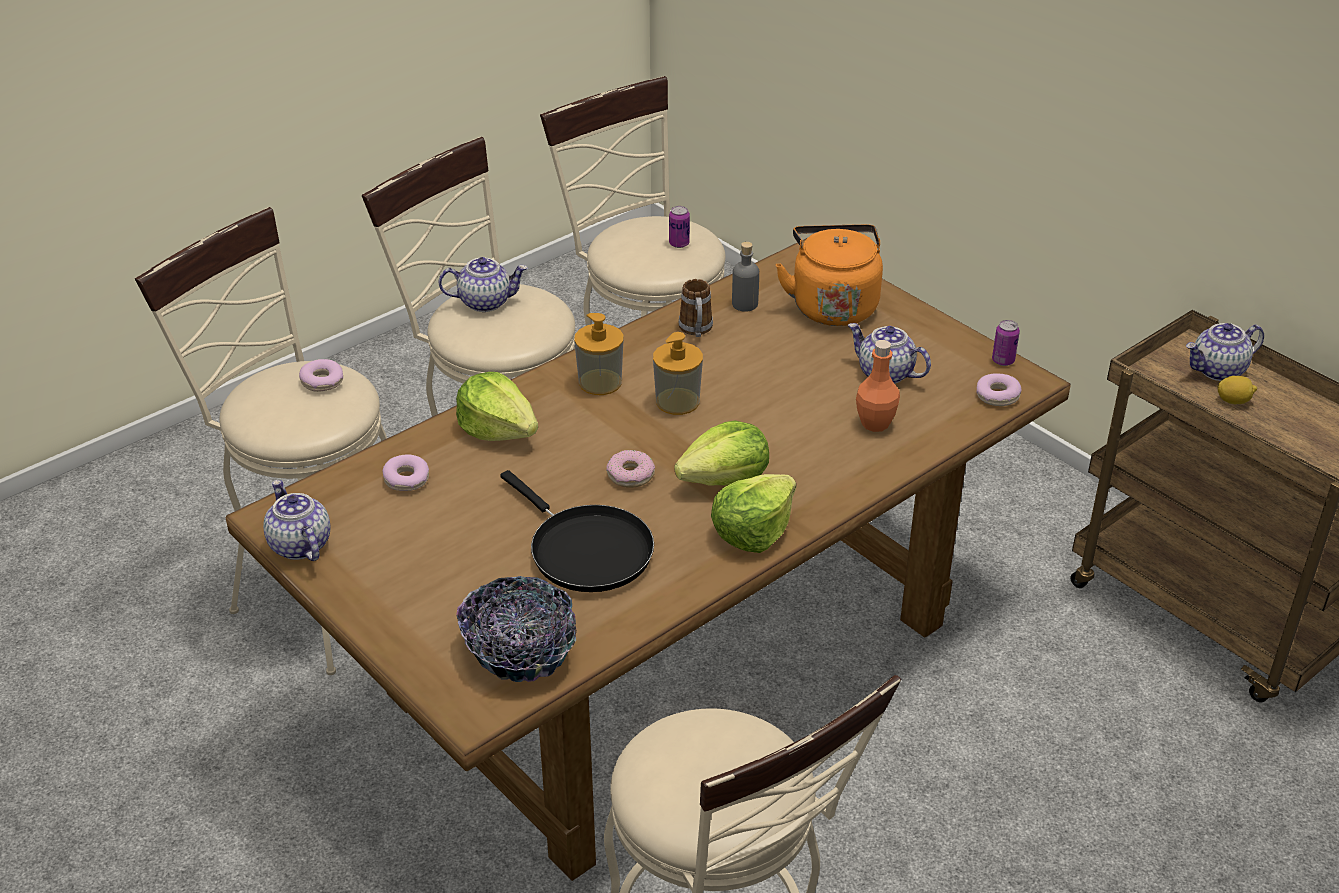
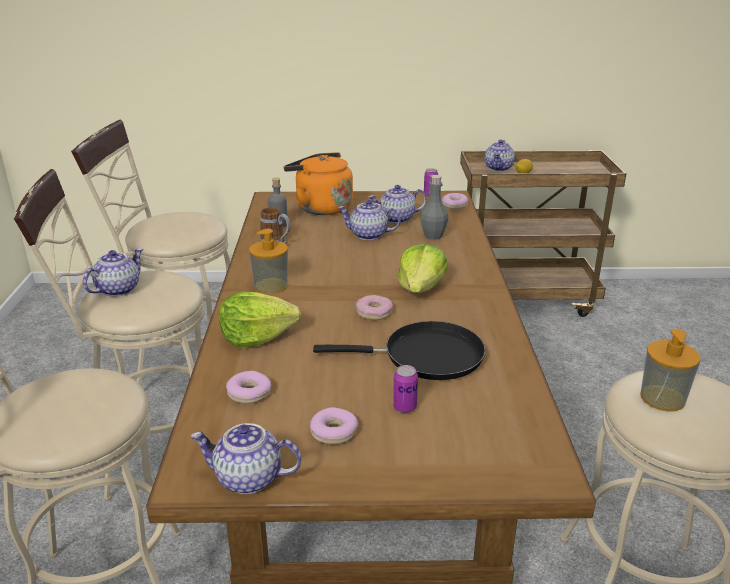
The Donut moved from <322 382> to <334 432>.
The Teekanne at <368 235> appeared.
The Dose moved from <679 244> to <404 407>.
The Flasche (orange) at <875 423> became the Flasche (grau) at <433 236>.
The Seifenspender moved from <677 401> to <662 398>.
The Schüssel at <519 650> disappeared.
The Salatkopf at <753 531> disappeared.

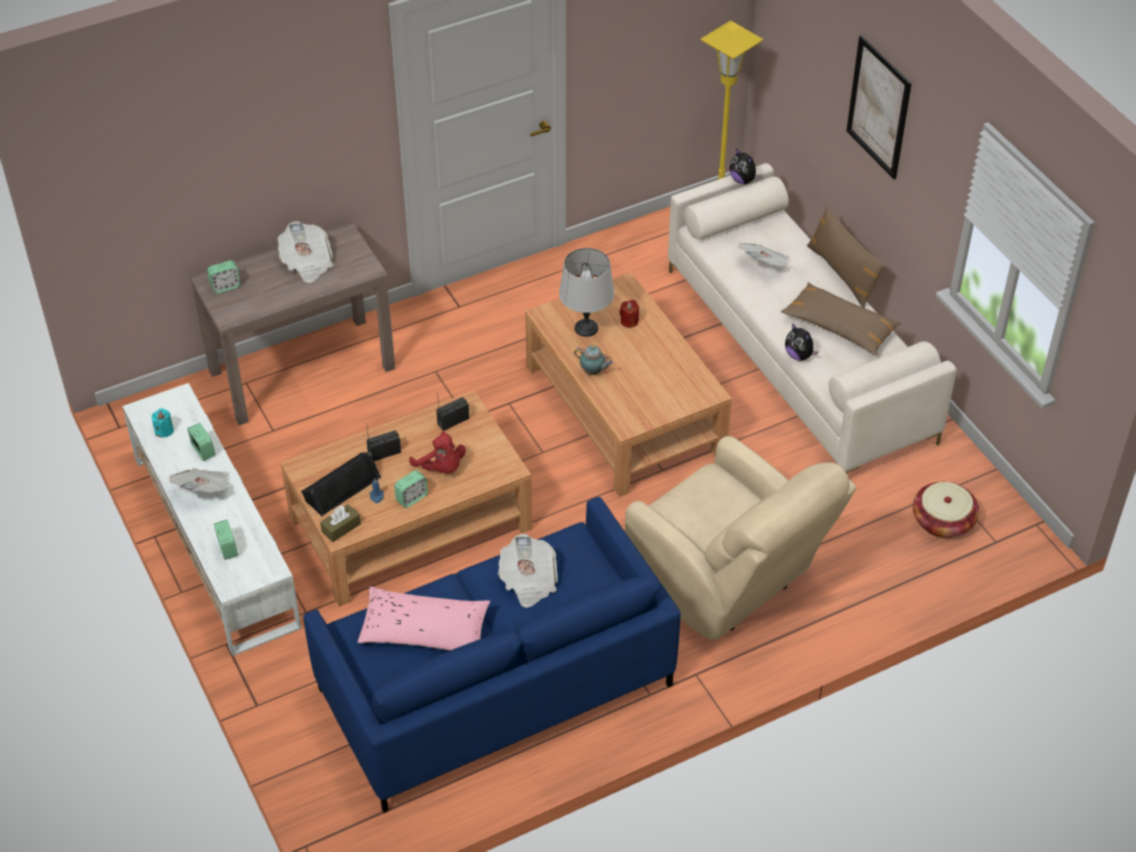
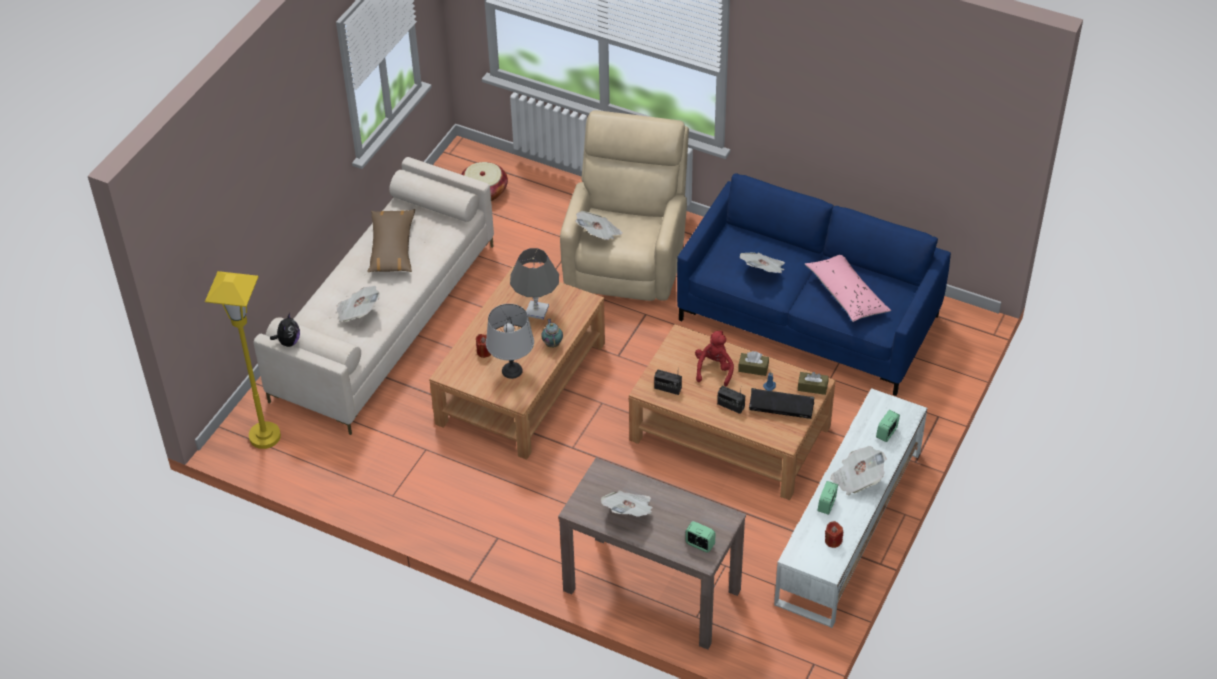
The Tischlampe (grau) at <536 311> appeared.
The Zeitung at <599 234> appeared.
The Wecker at <411 498> was replaced by the Taschentuchbox (braun) at <753 368>.
The Kerze (türkis) at <164 431> became the Kerze (rot) at <833 541>.
The Plüschtier at <799 355> disappeared.
The Kissen (braun) at <842 274> disappeared.
The Bild at <878 107> disappeared.

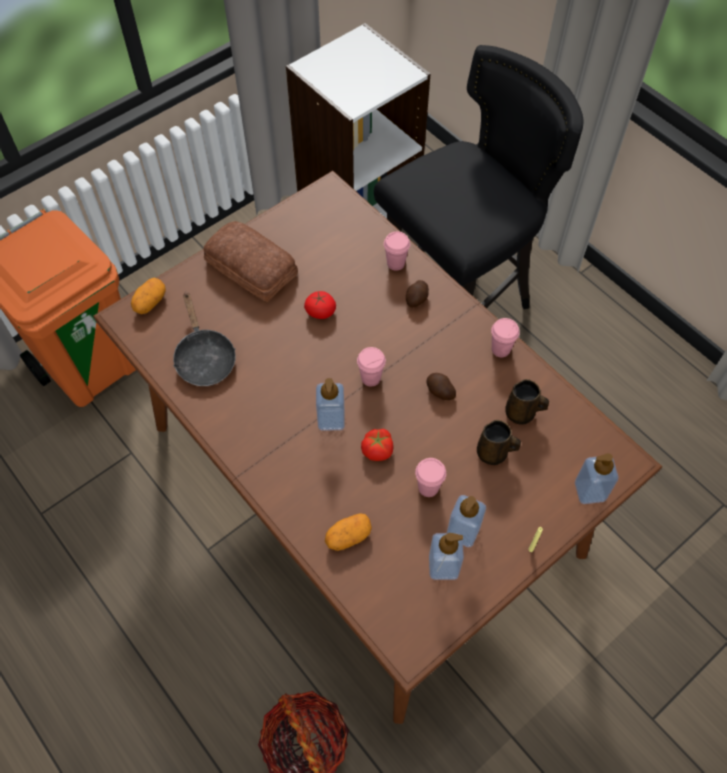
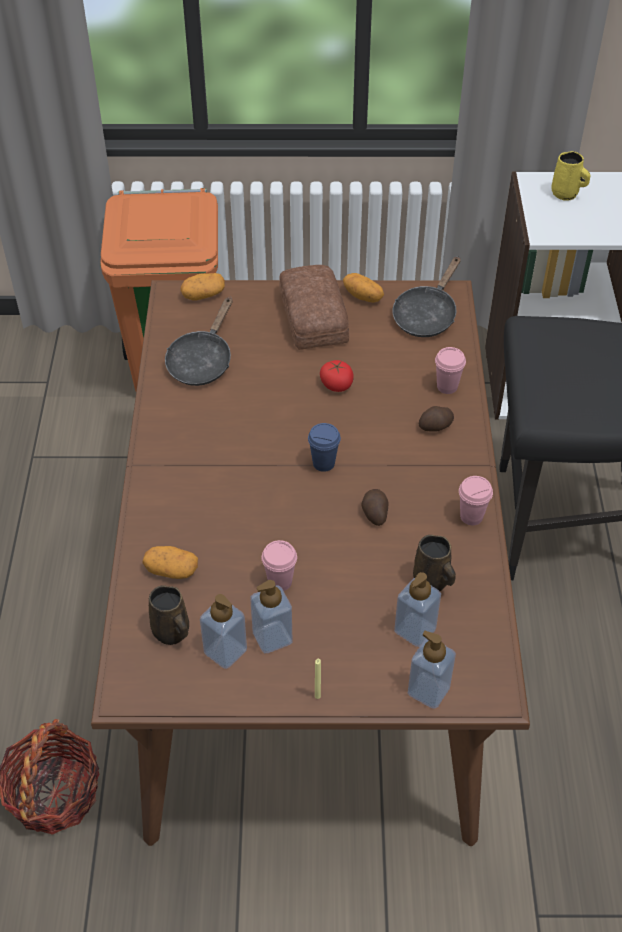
The Henkelbecher (braun) moved from <493 454> to <172 633>.
The Tasse (rosa) at <371 378> became the Tasse (blau) at <323 463>.
The Kartoffel at <363 296> appeared.
The Pfanne (schwarz) at <426 315> appeared.
The Seifenspender moved from <331 419> to <415 630>.
The Henkelbecher (gelb) at <566 194> appeared.
The Tomate at <378 450> disappeared.

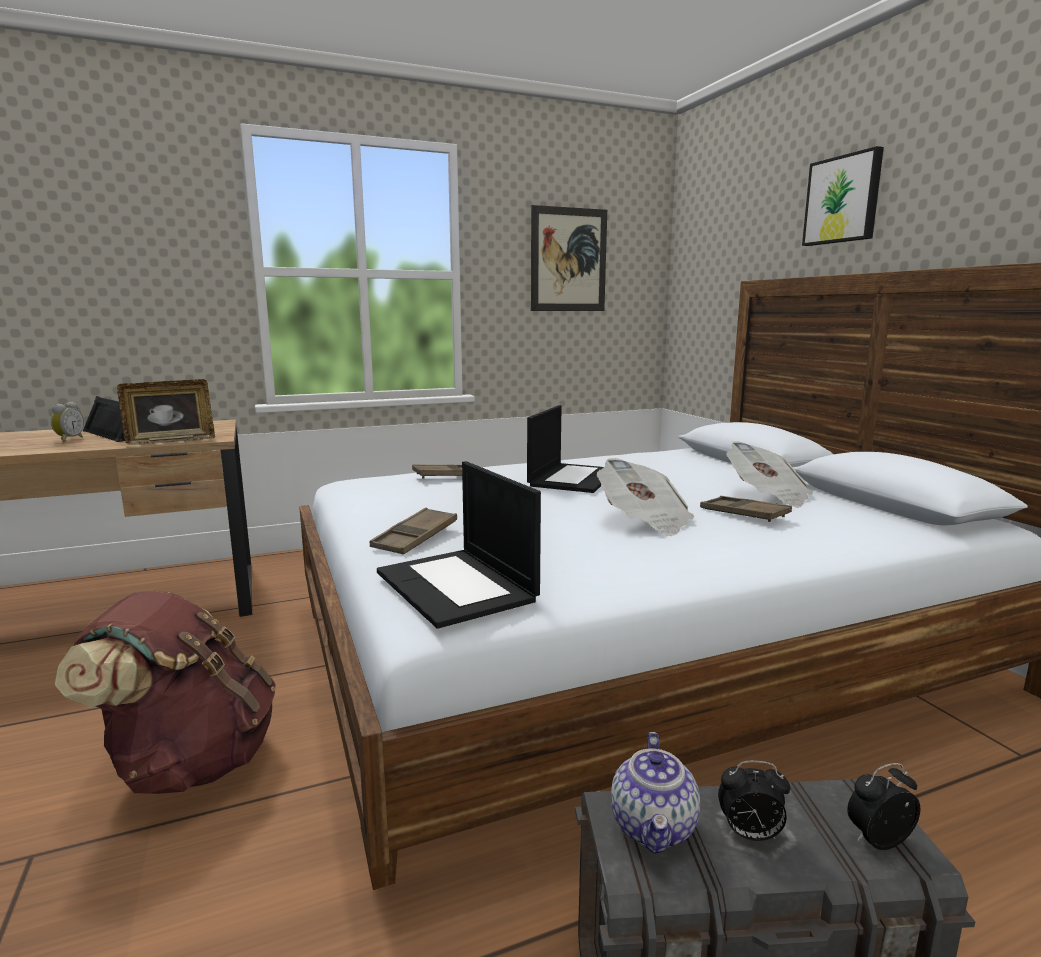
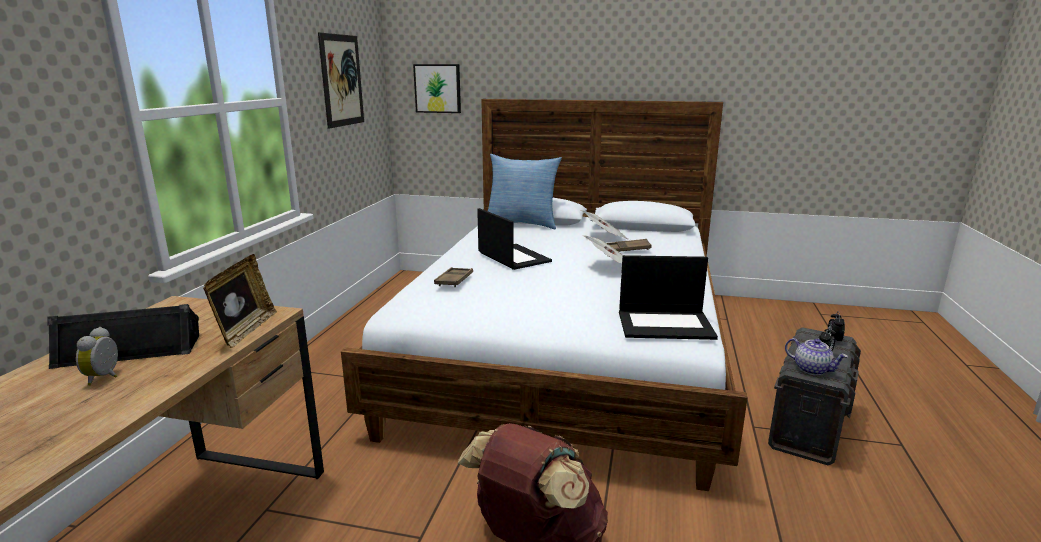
The Wecker at <68 439> turned 135 degrees counterclockwise.
The Bild moved from <843 199> to <438 88>.
The Kissen at <522 223> appeared.
The Tablett (braun) at <415 537> disappeared.

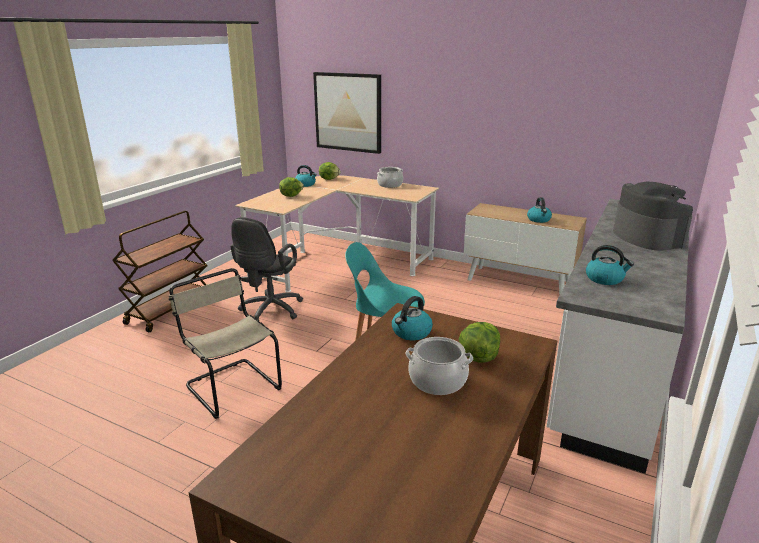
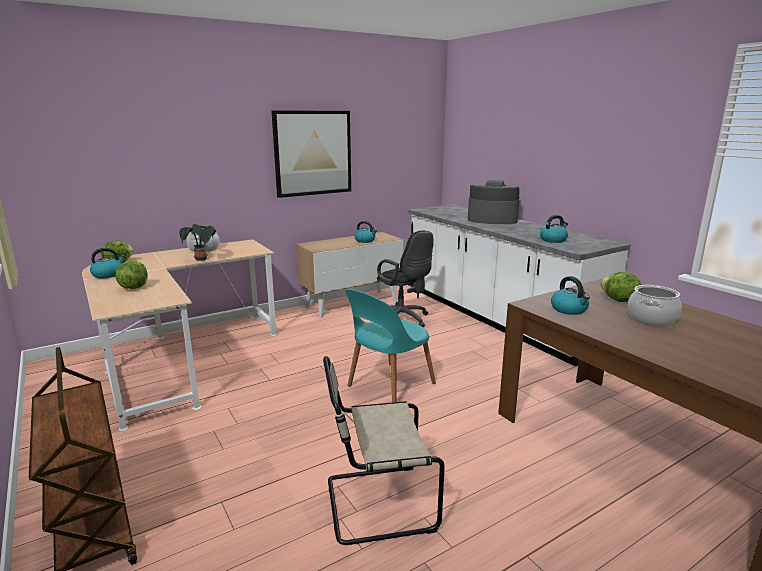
The Topfpflanze at <201 260> appeared.
The Bild moved from <348 112> to <312 153>.
The Bürostuhl (schwarz) moved from <269 311> to <403 320>.

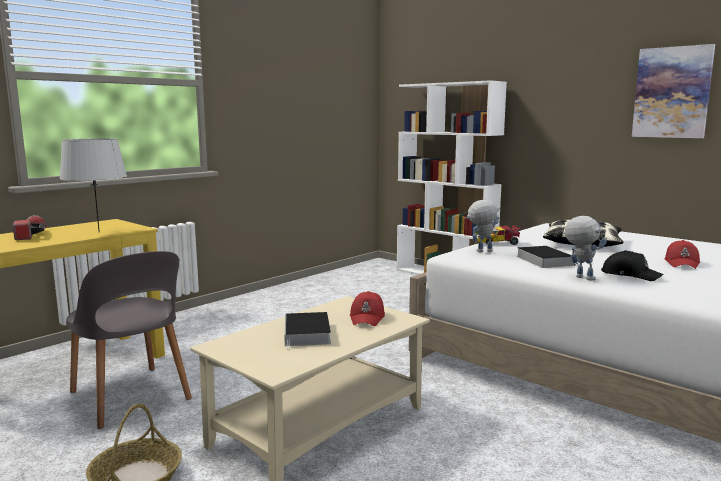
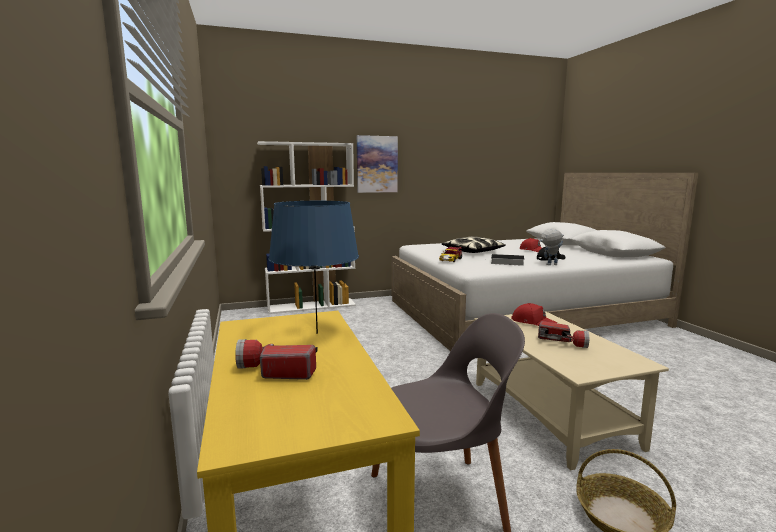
The Tischlampe (grau) at <99 232> became the Tischlampe (blau) at <317 333>.
The Bild moved from <672 92> to <377 164>.
The Buch at <307 334> was replaced by the Taschenlampe at <562 342>.
The Spielzeugroboter at <480 252> disappeared.

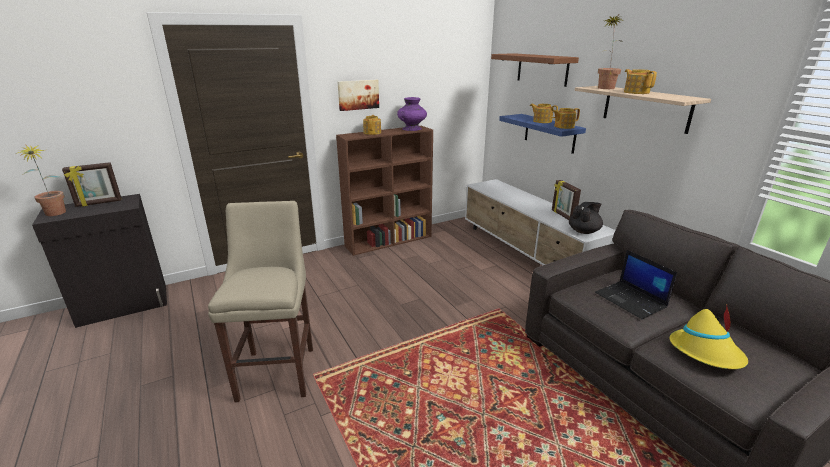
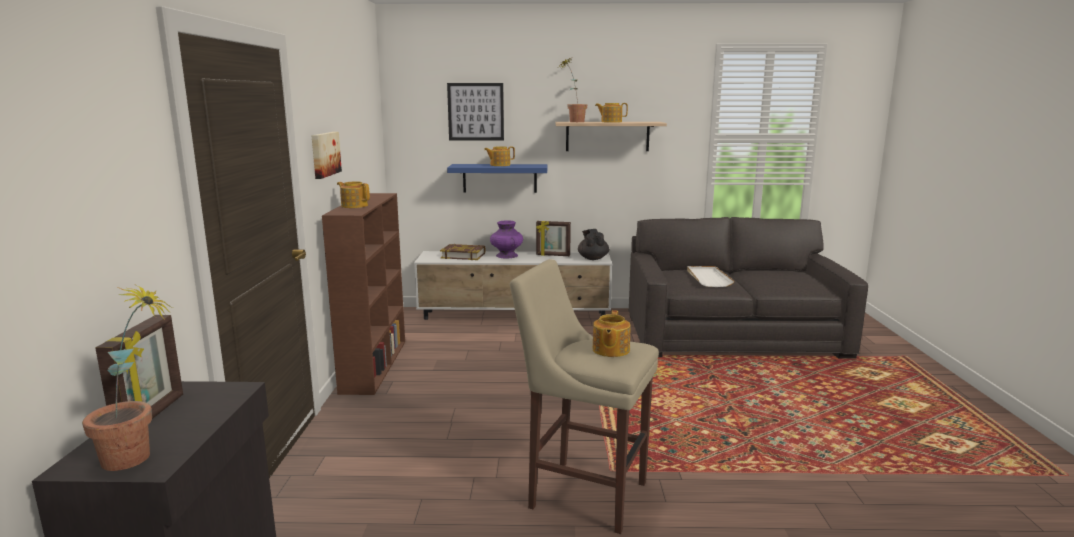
The Buch at <463 255> appeared.
The Wandregal (braun) at <542 69> was replaced by the Bild at <475 112>.
The Vase (lila) moved from <411 129> to <507 255>.
The Teekanne moved from <563 126> to <610 350>.
The Laptop at <631 300> was replaced by the Tablett (weiß) at <708 278>.
The Hut (gelb) at <706 352> disappeared.

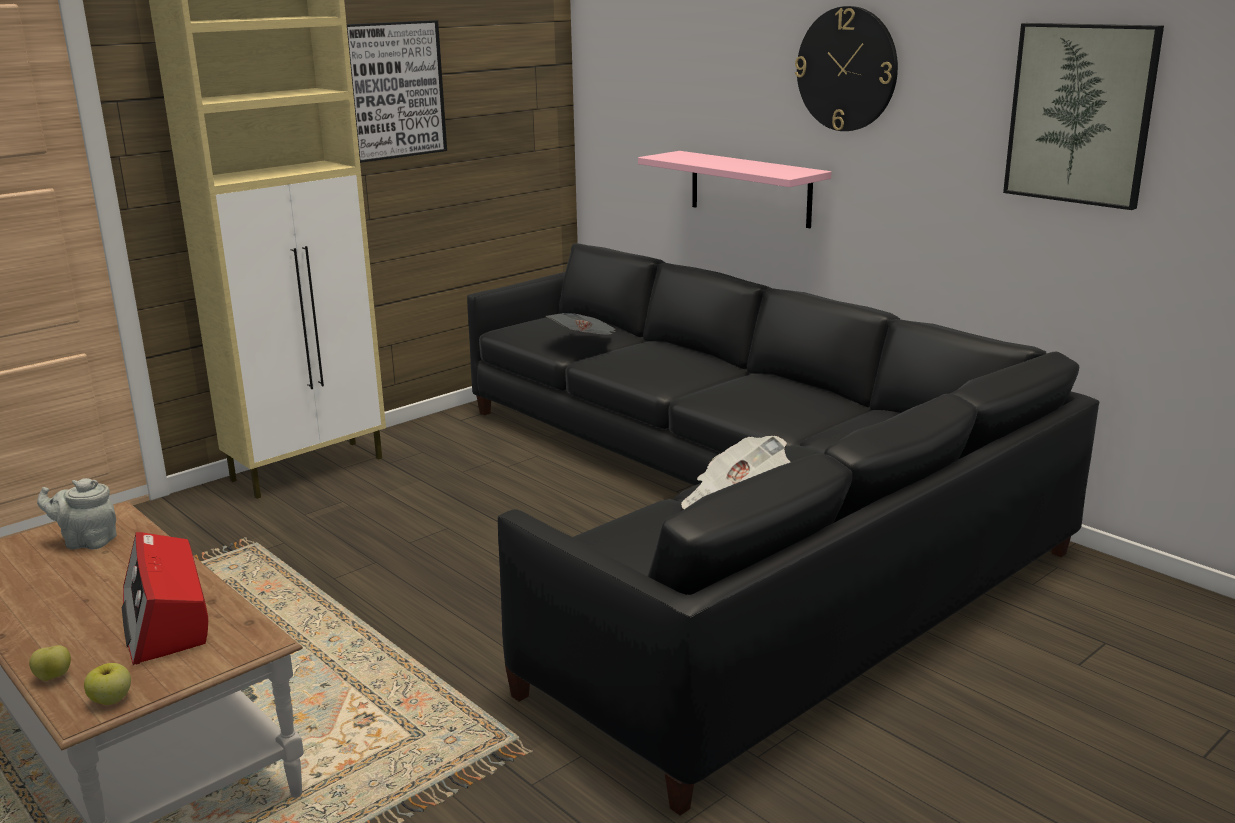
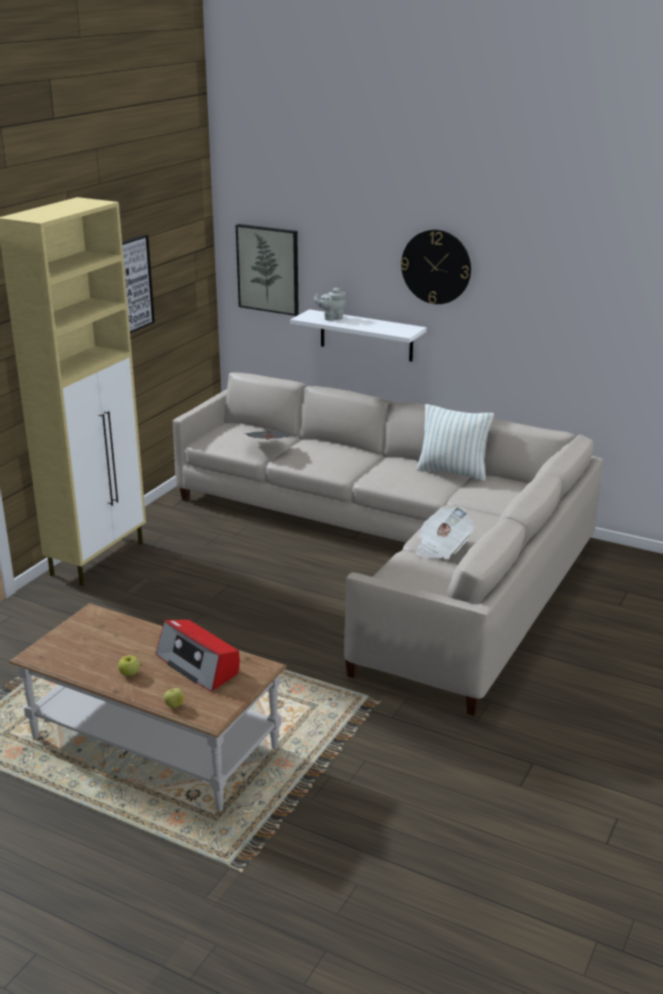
The Apfel moved from <111 700> to <130 674>.
The Sofa (schwarz) at <733 520> became the Sofa (beige) at <398 552>.
The Bild moved from <1081 114> to <268 269>.
The Wandregal (rosa) at <750 188> became the Wandregal (weiß) at <366 335>.
The Teekanne (grau) moved from <87 541> to <331 318>.
The Kissen at <453 472> appeared.

